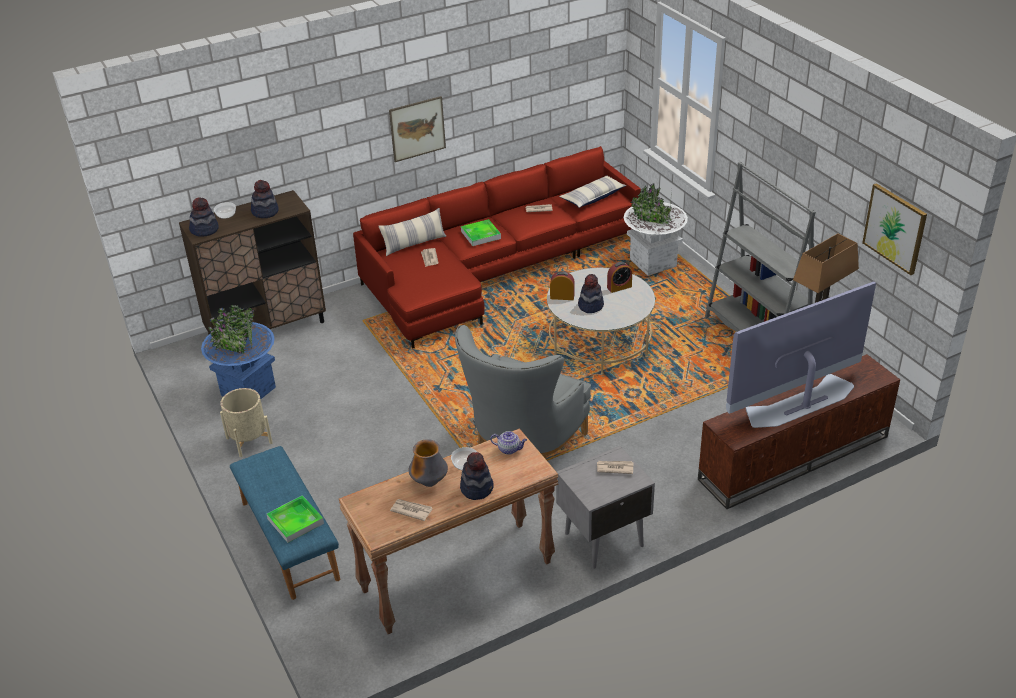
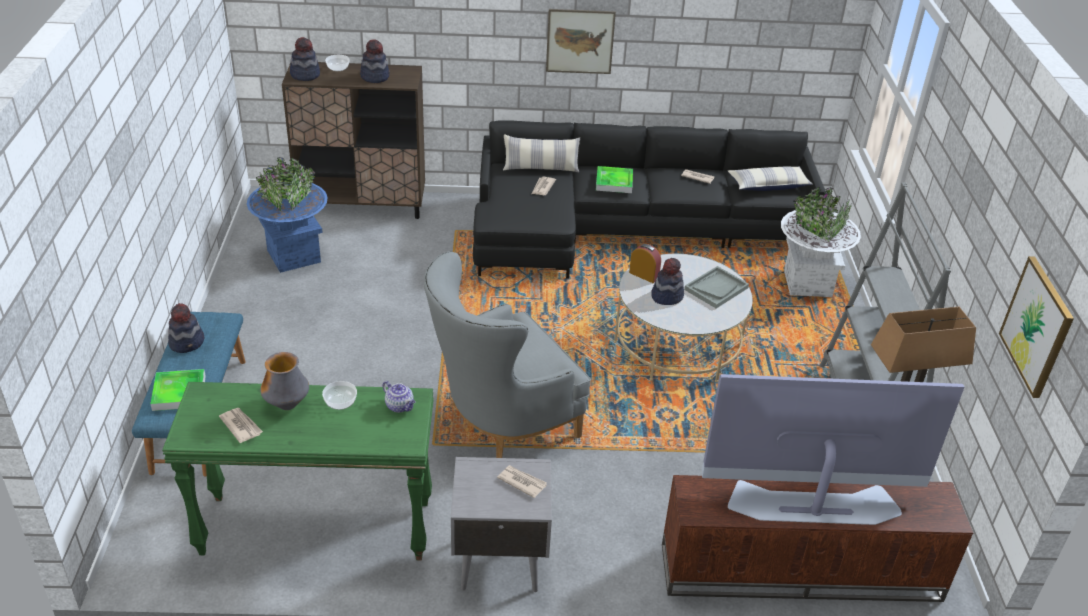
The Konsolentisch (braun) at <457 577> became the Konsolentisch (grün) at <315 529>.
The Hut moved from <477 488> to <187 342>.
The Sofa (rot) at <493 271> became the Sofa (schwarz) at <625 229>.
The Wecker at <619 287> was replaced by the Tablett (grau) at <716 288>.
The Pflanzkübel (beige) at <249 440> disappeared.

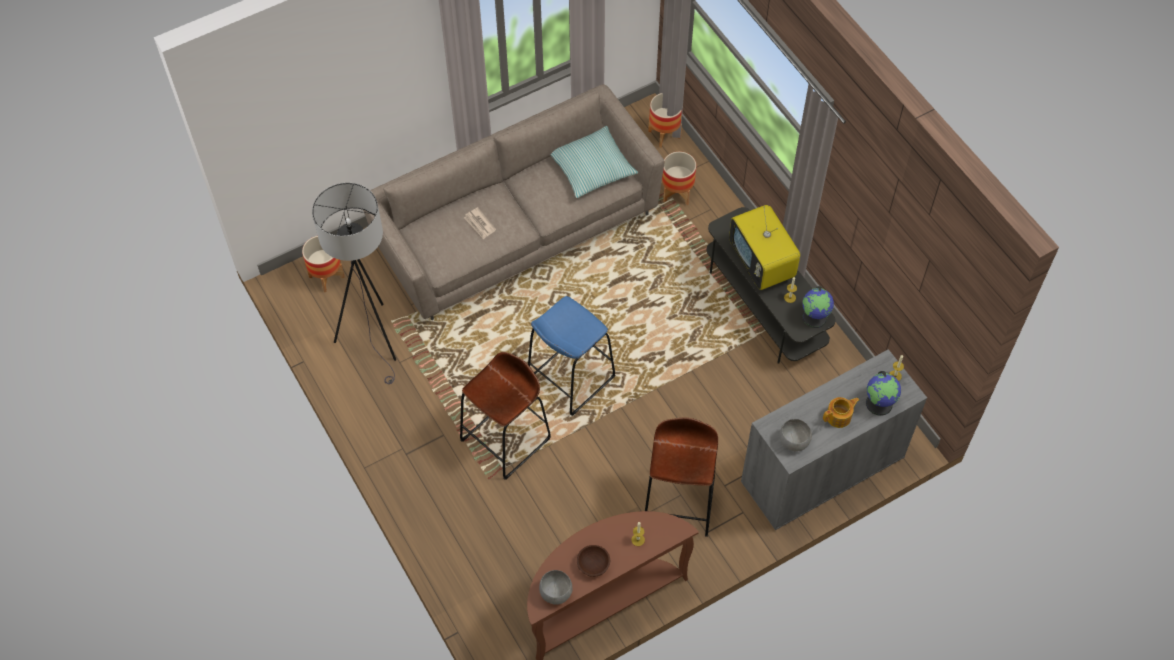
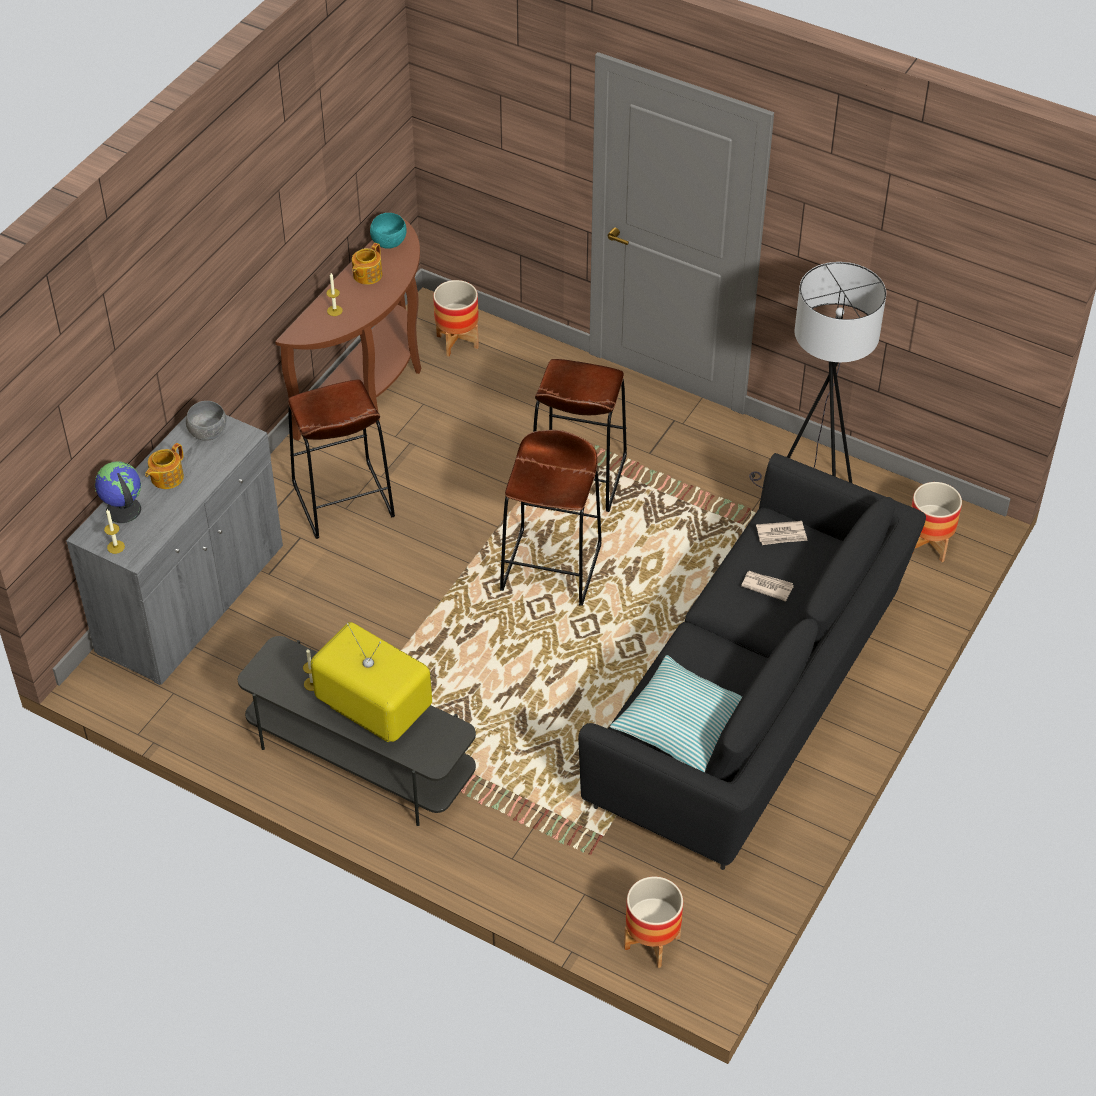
The Schüssel (braun) at <593 565> was replaced by the Teekanne at <366 275>.
The Schüssel (grau) at <555 592> became the Schüssel (türkis) at <390 243>.
The Pflanzkübel moved from <677 193> to <457 342>.
The Hocker (blau) at <570 378> became the Hocker (braun) at <551 567>.
The Sofa (beige) at <516 230> became the Sofa (schwarz) at <751 705>.
The Zeitung at <781 535> appeared.
The Globus at <815 317> disappeared.

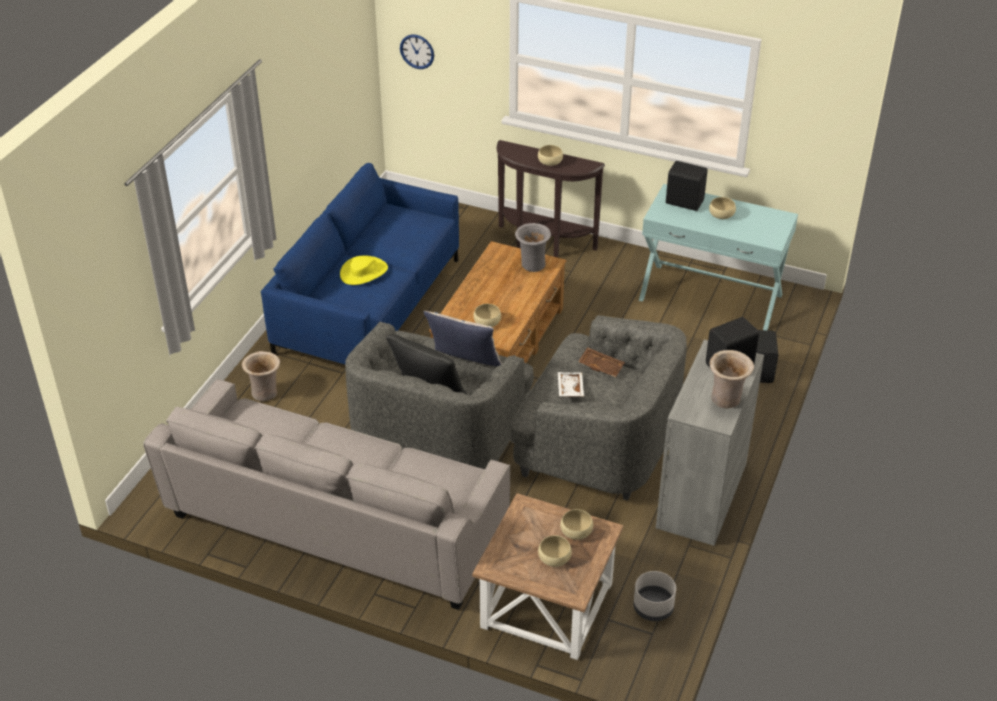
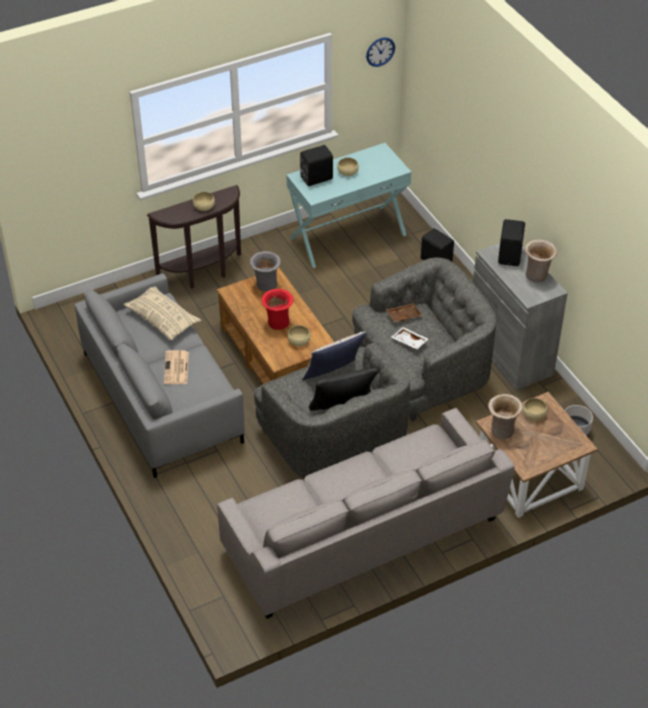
The Sofa (blau) at <369 306> became the Sofa (grau) at <162 397>.
The Kissen (beige) at <162 319> appeared.
The Hut (gelb) at <364 272> was replaced by the Zeitung at <176 368>.
The Vase (rot) at <278 324> appeared.
The Wanduhr moved from <417 51> to <380 51>.
The Vase (beige) moved from <265 393> to <501 430>.
The Schüssel (beige) at <554 558> disappeared.

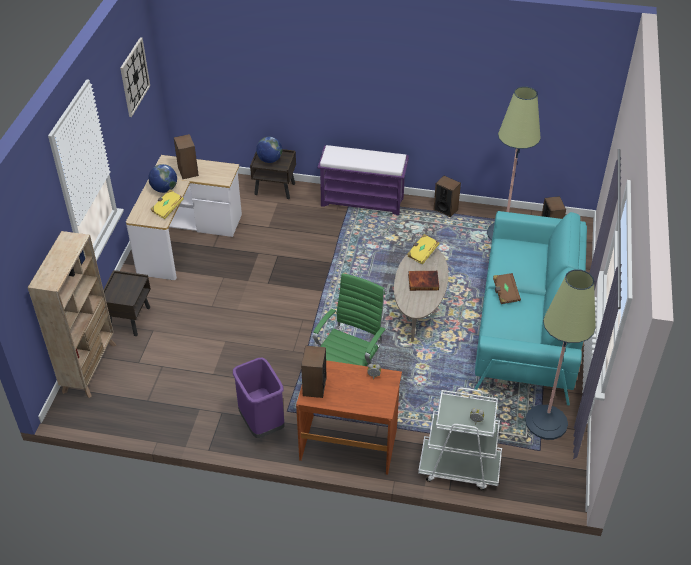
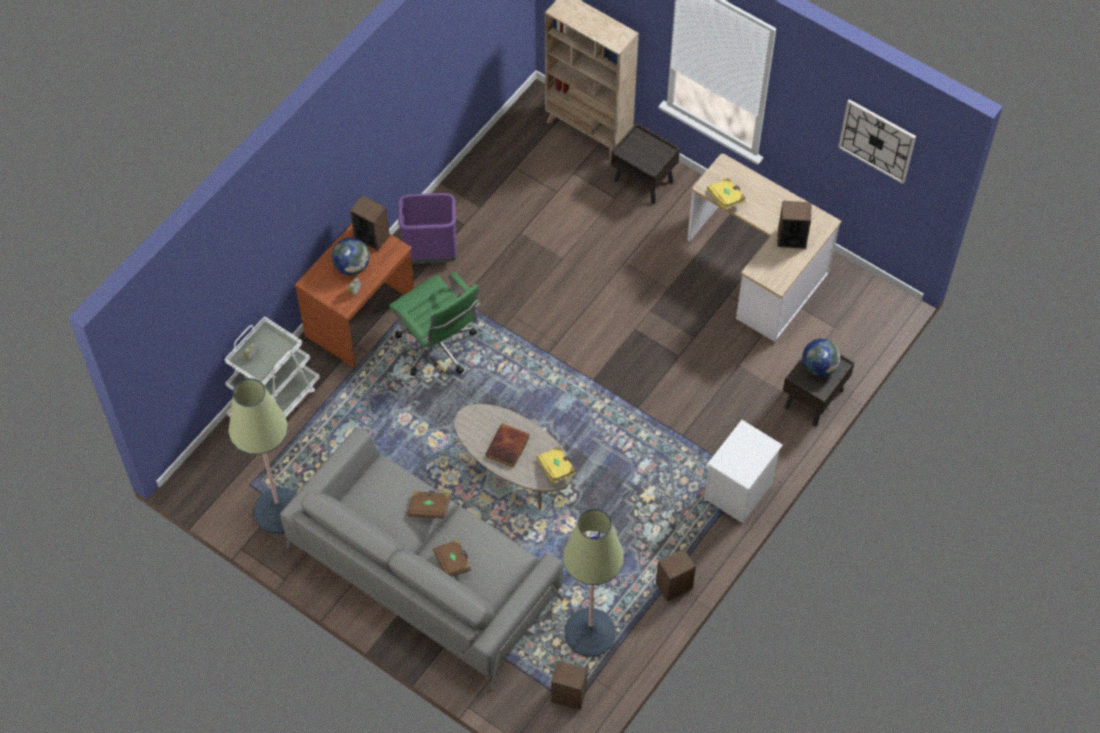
The Sofa (türkis) at <527 323> became the Sofa (grau) at <424 572>.
The Globus moved from <164 189> to <352 266>.
The Buch (braun) at <453 562> appeared.
The Bank (lila) at <363 201> was replaced by the Nachttisch (weiß) at <738 493>.

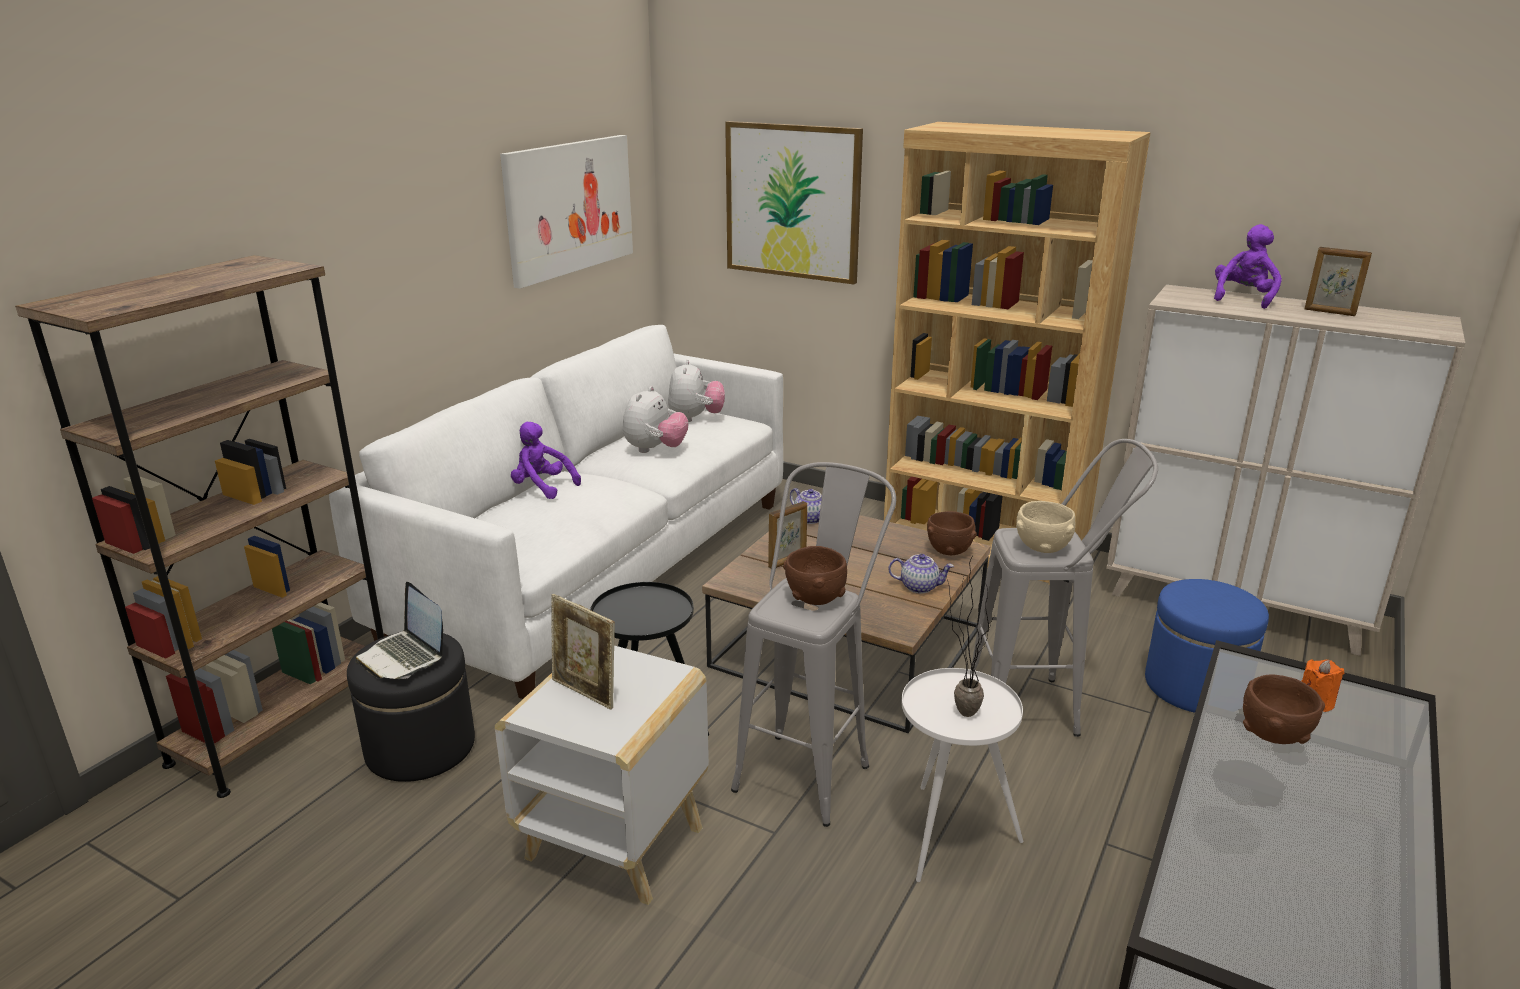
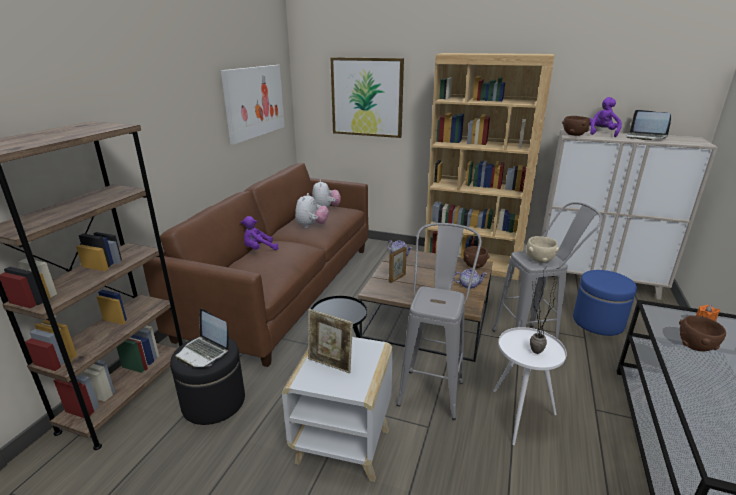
The Sofa (weiß) at <598 566> became the Sofa (braun) at <284 289>.
The Plüschtier (lila) at <542 487> turned 45 degrees counterclockwise.
The Schüssel (braun) moved from <815 598> to <574 135>.
The Bilderrahmen at <1329 312> was replaced by the Laptop at <645 137>.

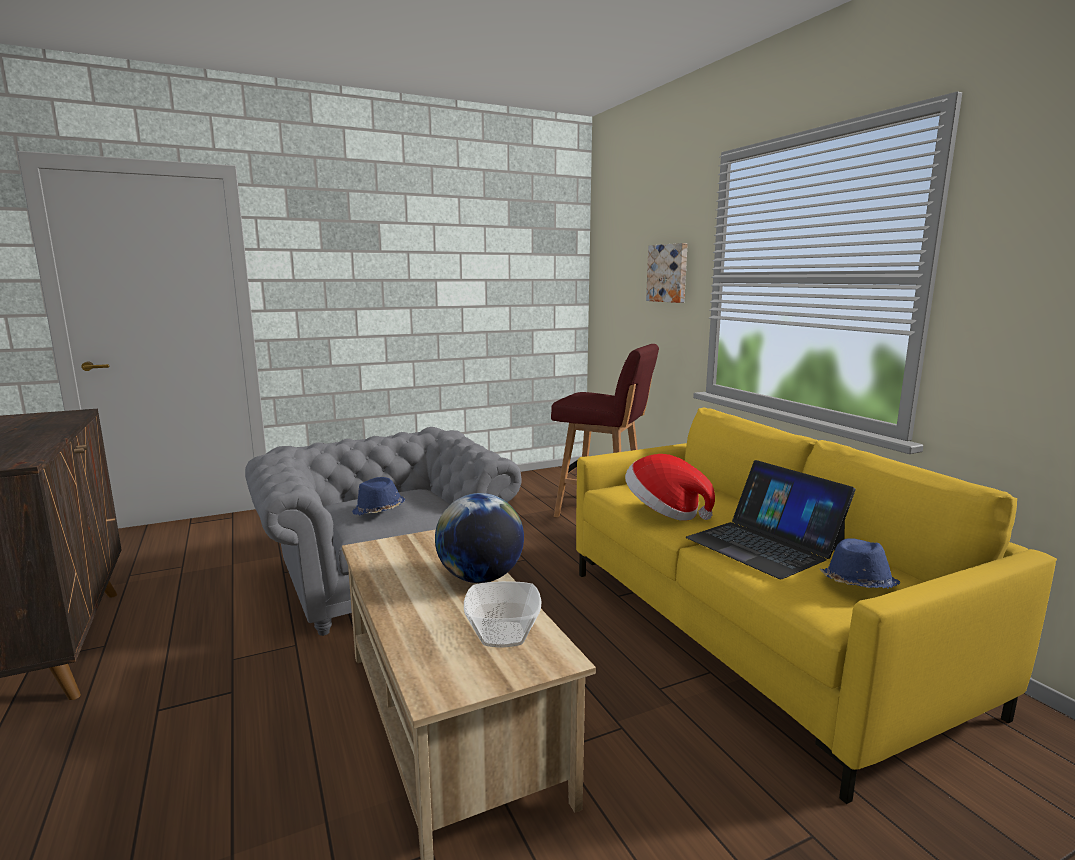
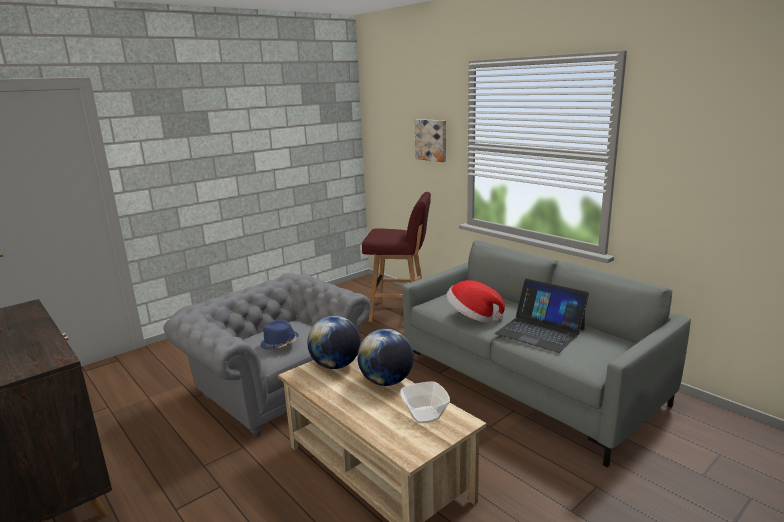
The Globus at <336 365> appeared.
The Sofa (gelb) at <752 635> became the Sofa (grau) at <528 383>.
The Hut (blau) at <857 585> disappeared.

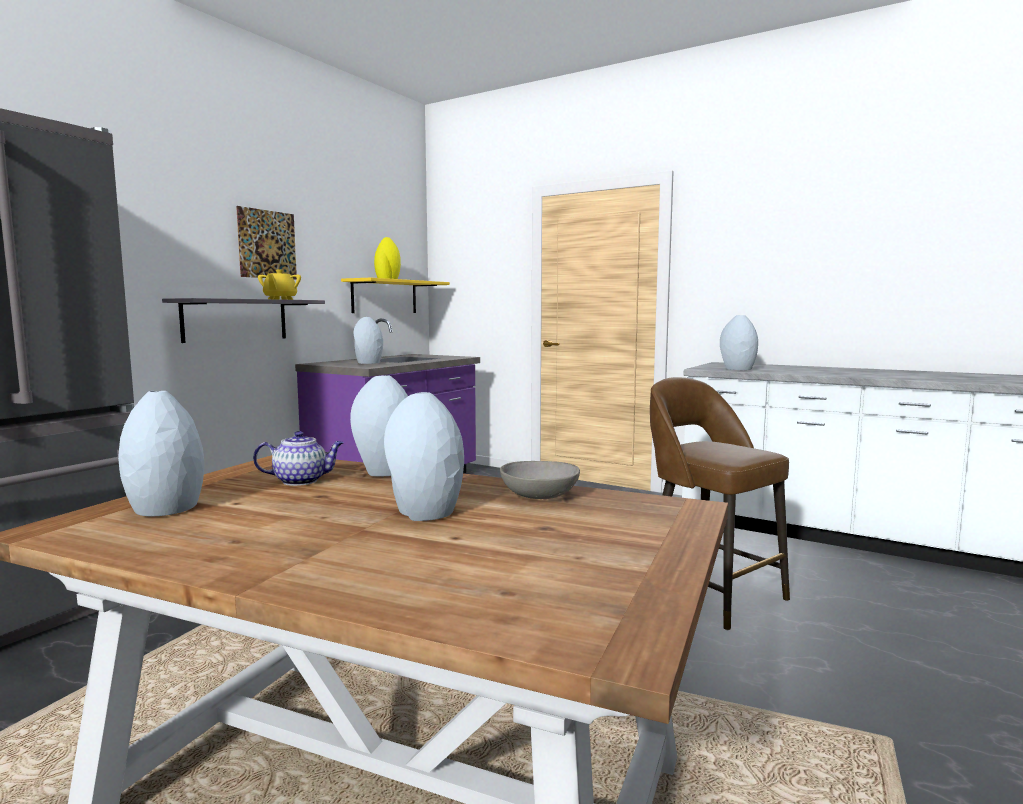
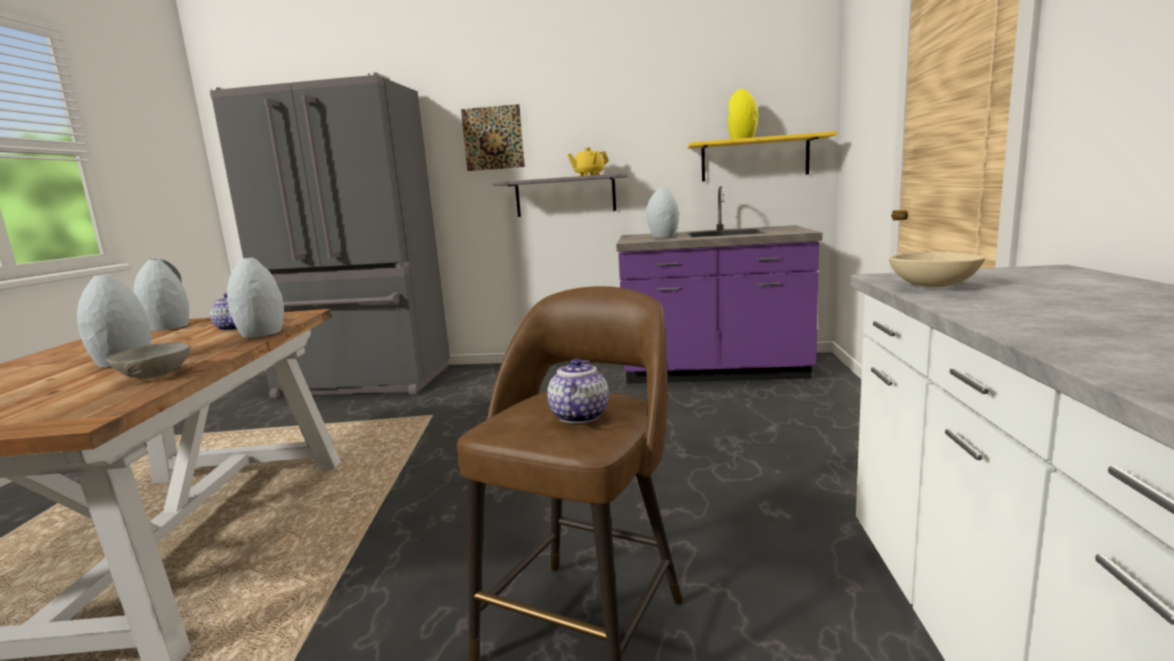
The Bild moved from <267 244> to <493 138>.
The Teekanne at <579 415> appeared.
The Vase (grau) at <738 369> was replaced by the Schüssel (beige) at <932 286>.

